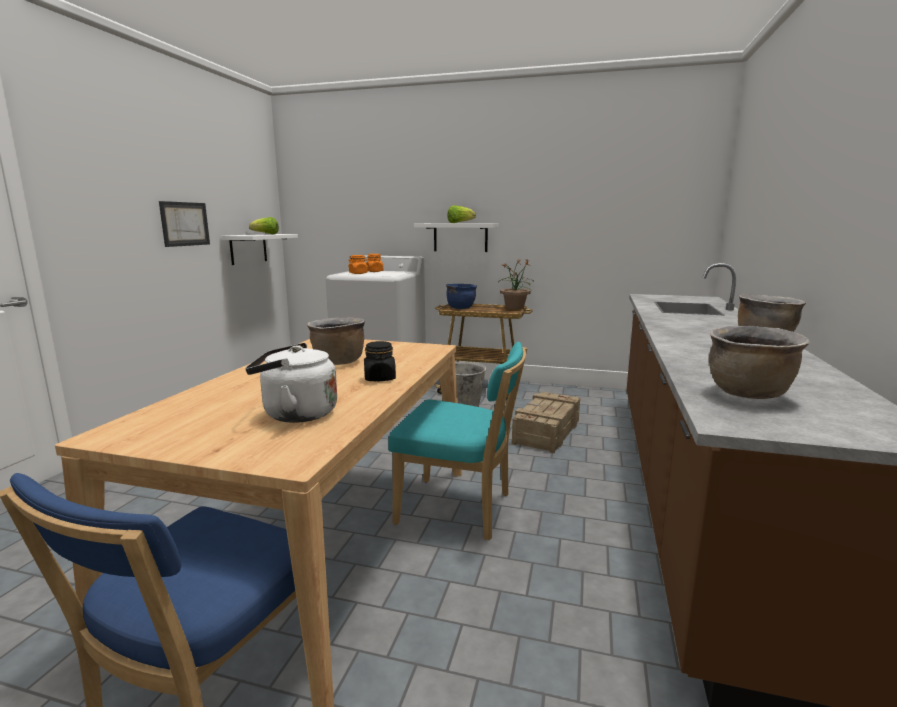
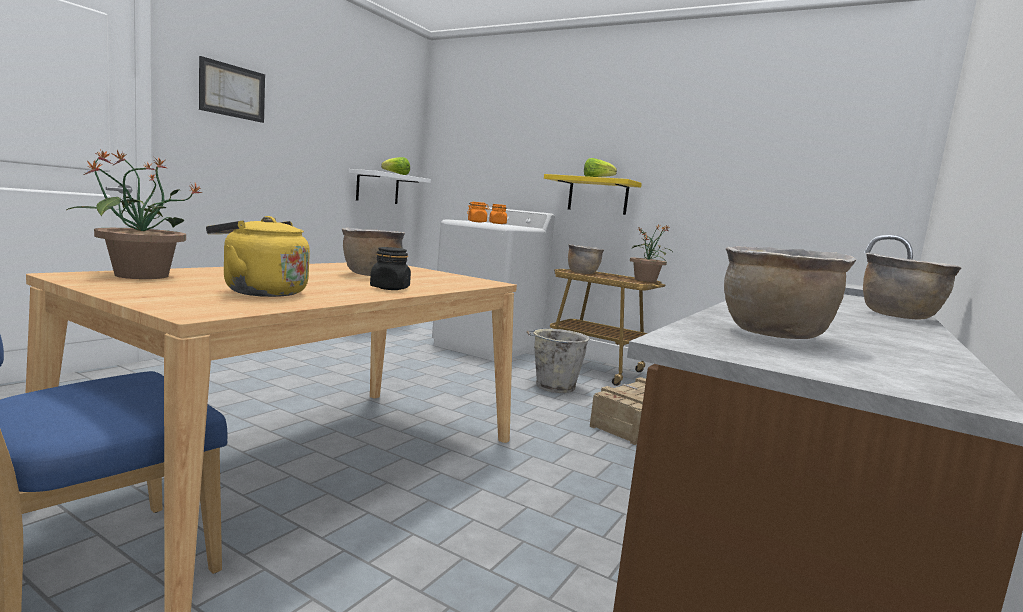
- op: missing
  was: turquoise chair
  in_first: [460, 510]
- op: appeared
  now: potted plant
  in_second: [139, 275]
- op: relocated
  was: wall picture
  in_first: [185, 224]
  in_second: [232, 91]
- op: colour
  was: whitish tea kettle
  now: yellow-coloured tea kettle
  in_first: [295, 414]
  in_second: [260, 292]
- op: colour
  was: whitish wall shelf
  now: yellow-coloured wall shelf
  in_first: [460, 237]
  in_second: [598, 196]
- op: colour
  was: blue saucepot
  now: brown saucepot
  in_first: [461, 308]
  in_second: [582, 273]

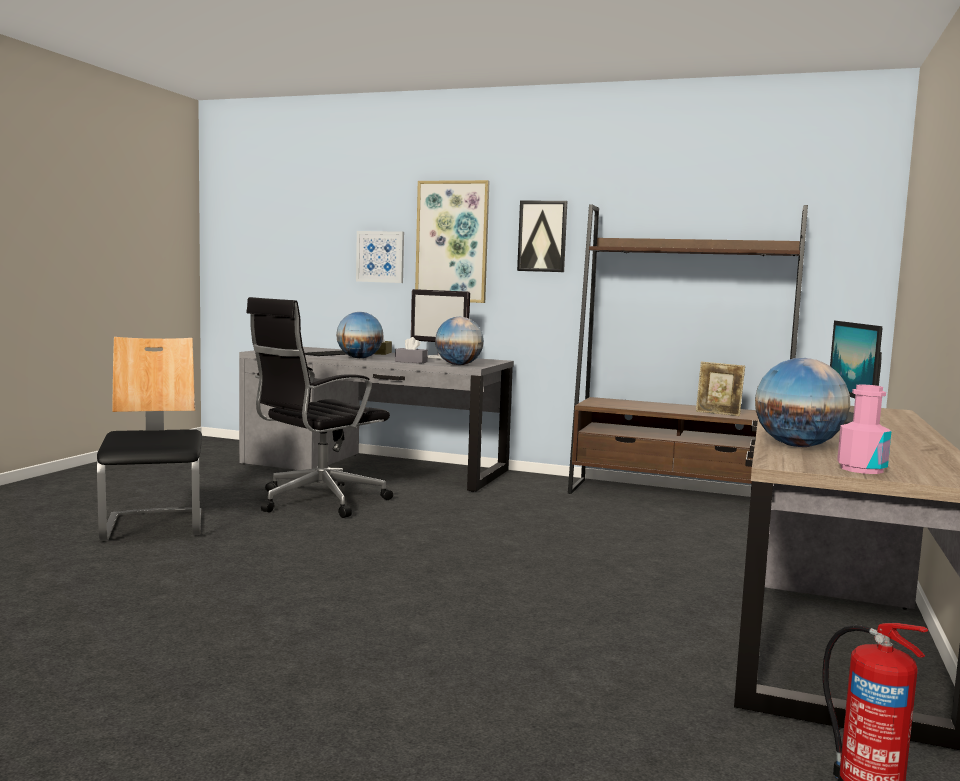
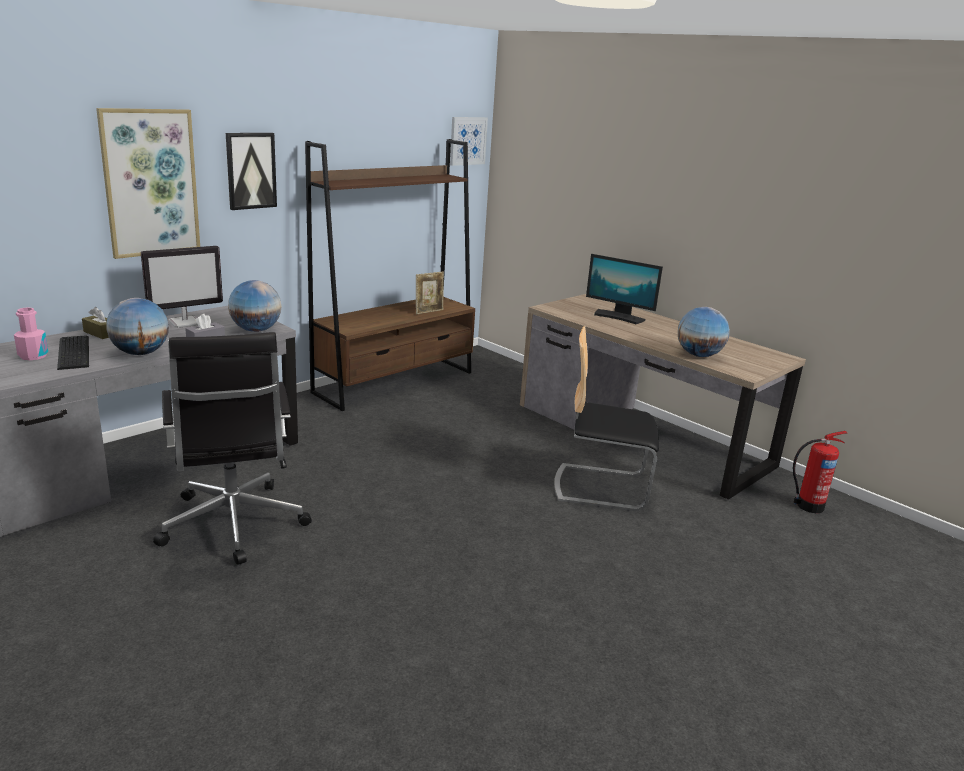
- op: relocated
  was: chair
  in_first: [154, 526]
  in_second: [601, 487]
- op: relocated
  was: wall picture
  in_first: [380, 257]
  in_second: [467, 141]
- op: relocated
  was: pinkish beverage bottle
  in_first: [861, 469]
  in_second: [33, 356]

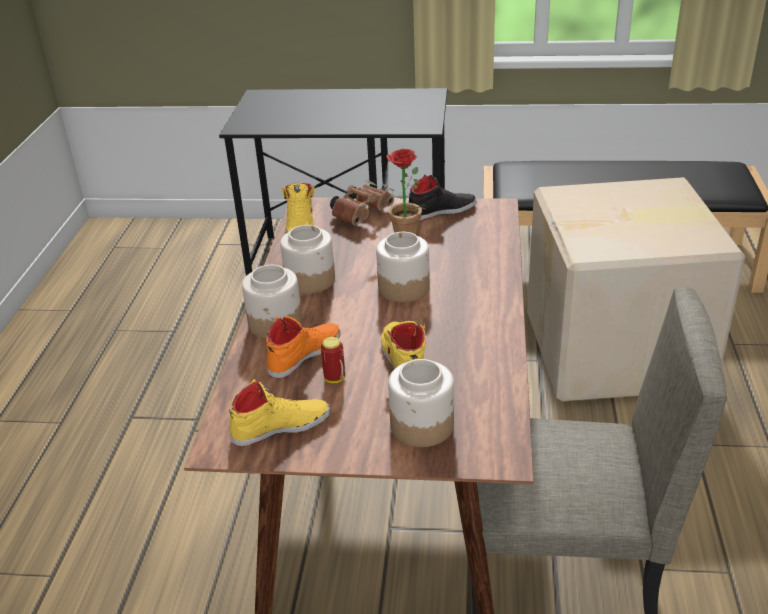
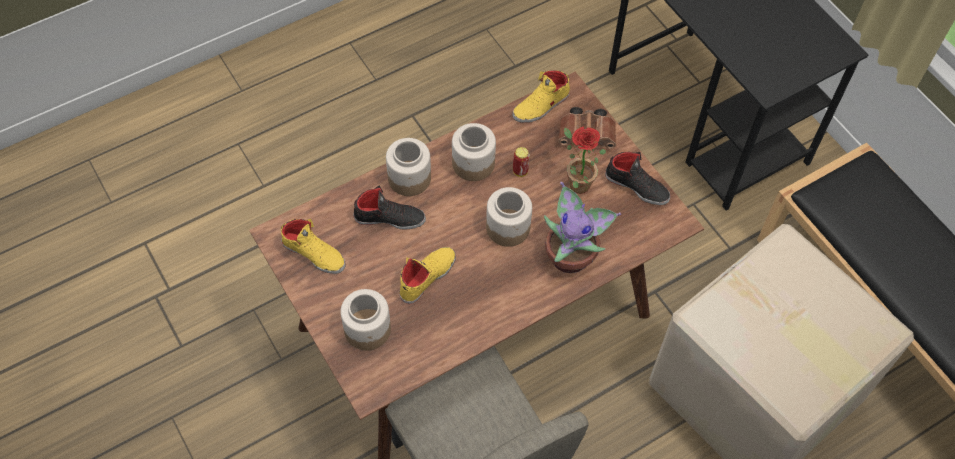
- op: appeared
  now: potted plant
  in_second: [571, 256]
- op: relocated
  was: can
  in_first: [334, 378]
  in_second: [520, 171]
- op: colour
  was: orange low shoe
  now: black low shoe
  in_first: [304, 354]
  in_second: [389, 218]

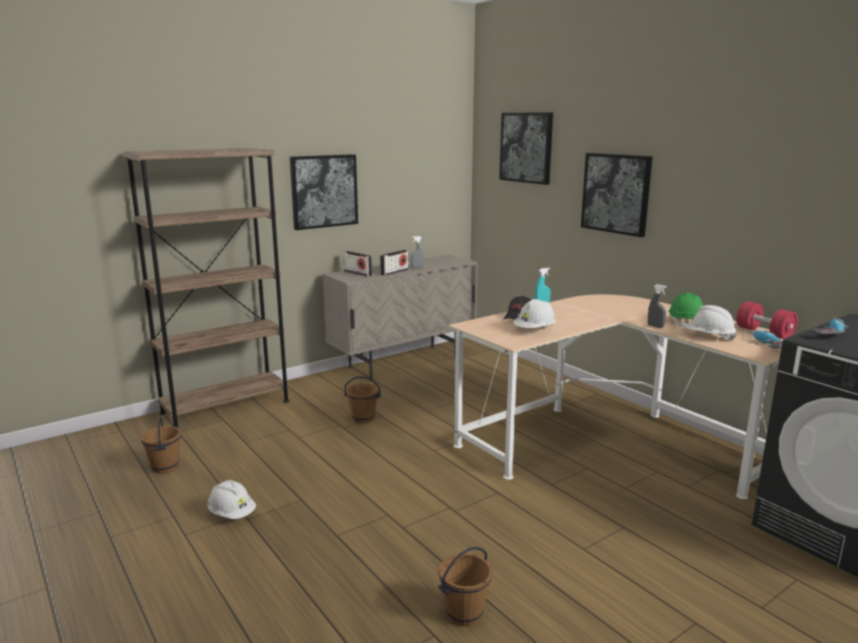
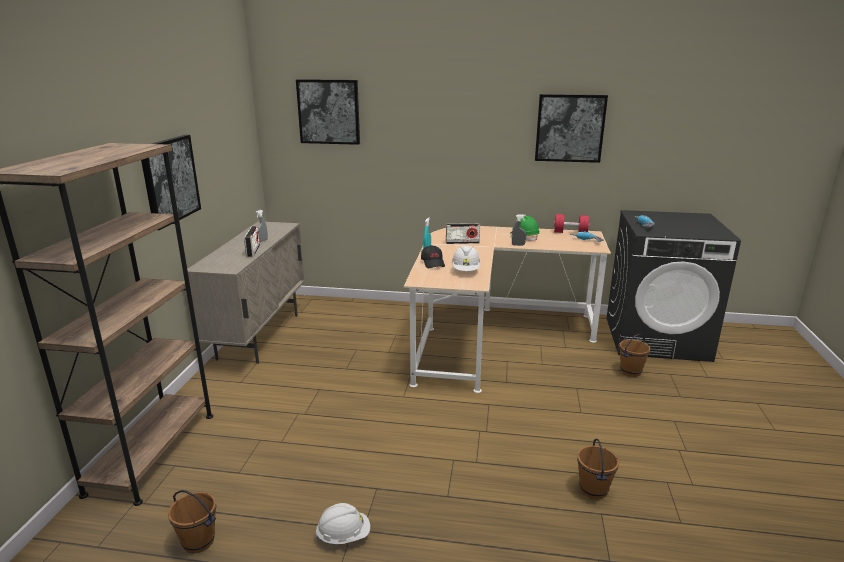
- op: missing
  was: whitish safety helmet
  in_first: [708, 337]
- op: relocated
  was: radio set
  in_first: [358, 273]
  in_second: [462, 242]
- op: relocated
  was: brown bucket
  in_first: [363, 418]
  in_second: [630, 371]
- op: relocated
  was: wall picture
  in_first: [616, 193]
  in_second: [569, 128]

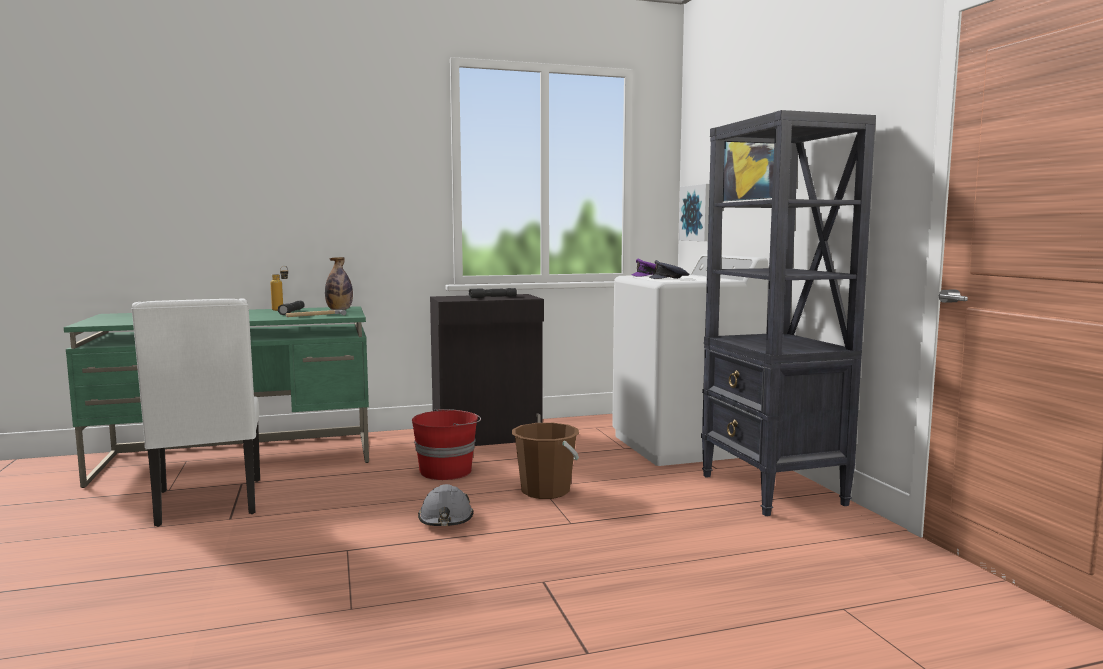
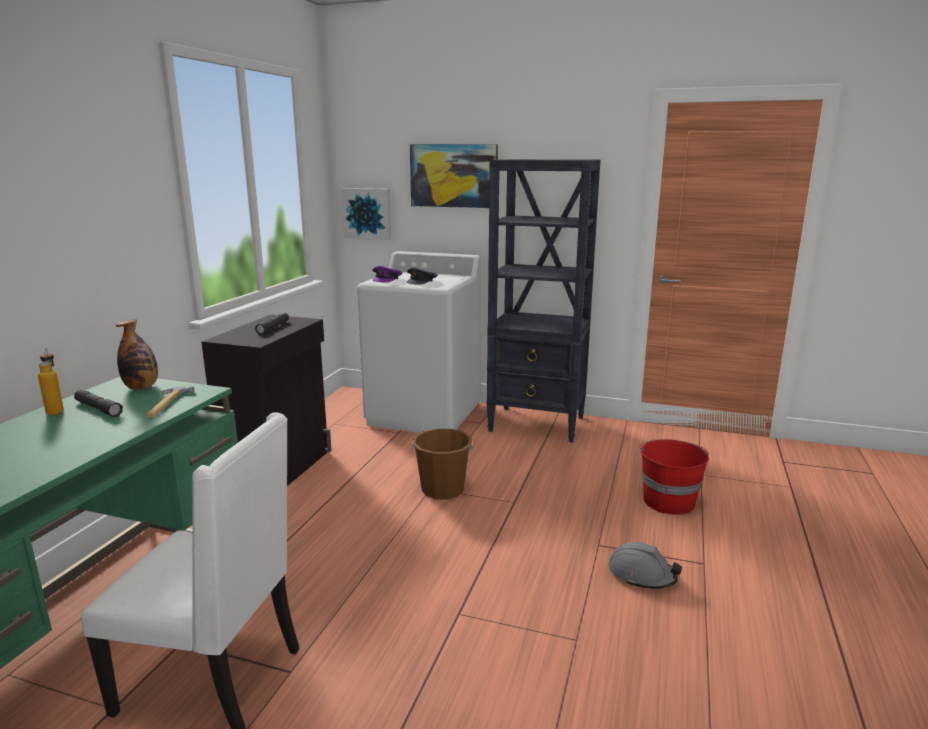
- op: relocated
  was: reddish bucket
  in_first: [447, 471]
  in_second: [668, 501]
- op: relocated
  was: grey safety helmet
  in_first: [446, 519]
  in_second: [642, 575]

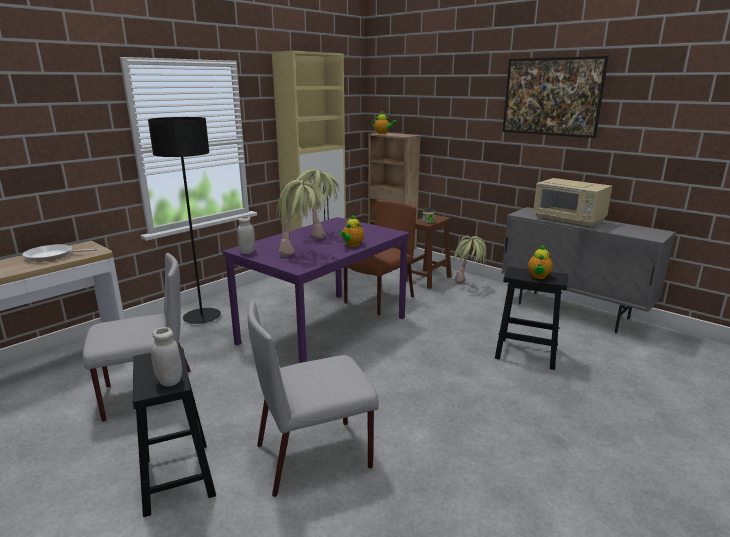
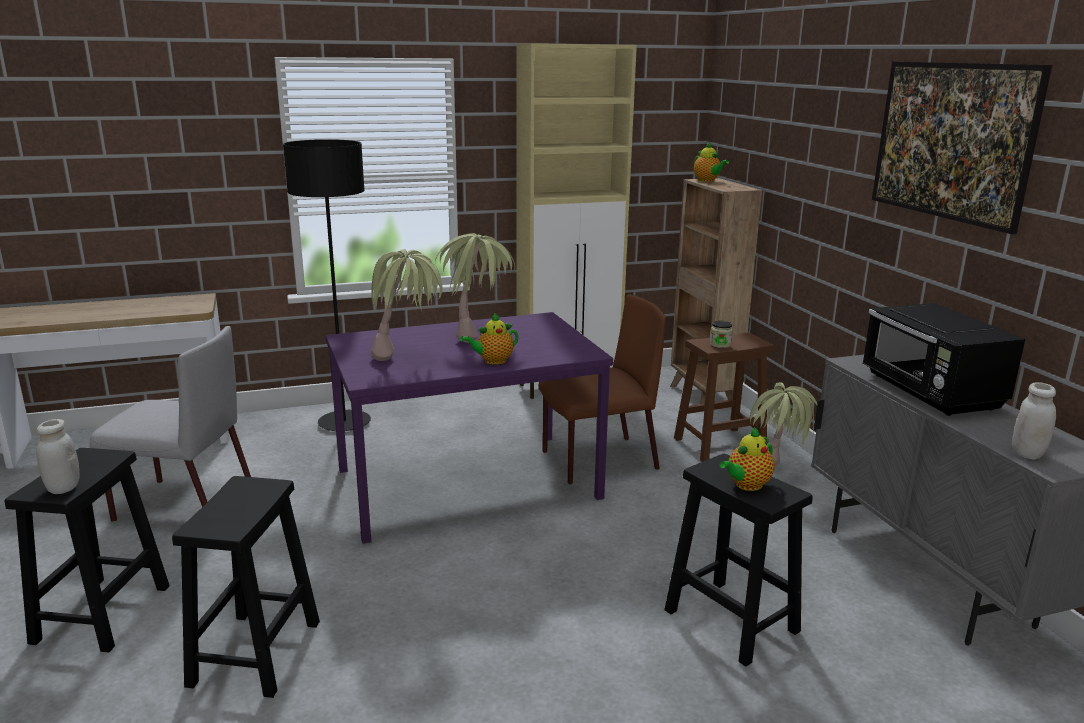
- op: missing
  was: frying pan
  in_first: [52, 256]
- op: relocated
  was: whitish storage jar
  in_first: [247, 252]
  in_second: [1027, 453]
- op: exchanged
  was: grey chair
  now: black stool seat
  in_first: [315, 455]
  in_second: [256, 651]
- op: colour
  was: sand-coloured microwave
  now: black microwave
  in_first: [569, 220]
  in_second: [930, 393]

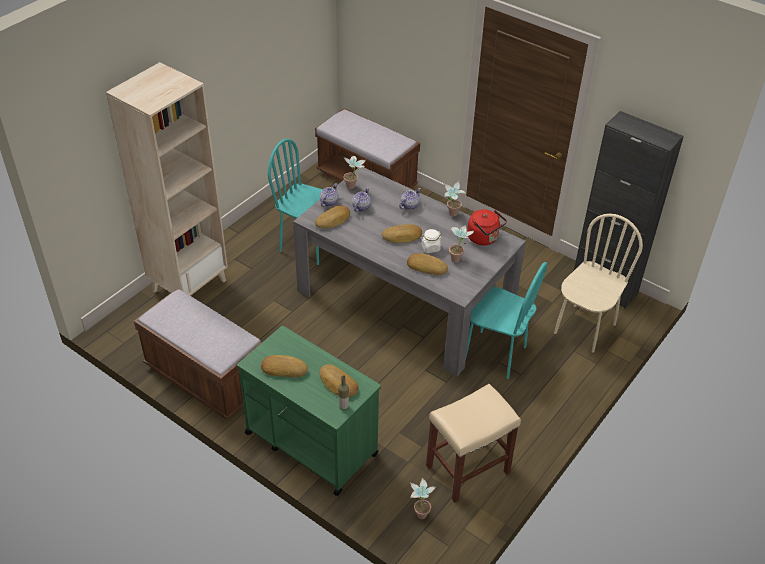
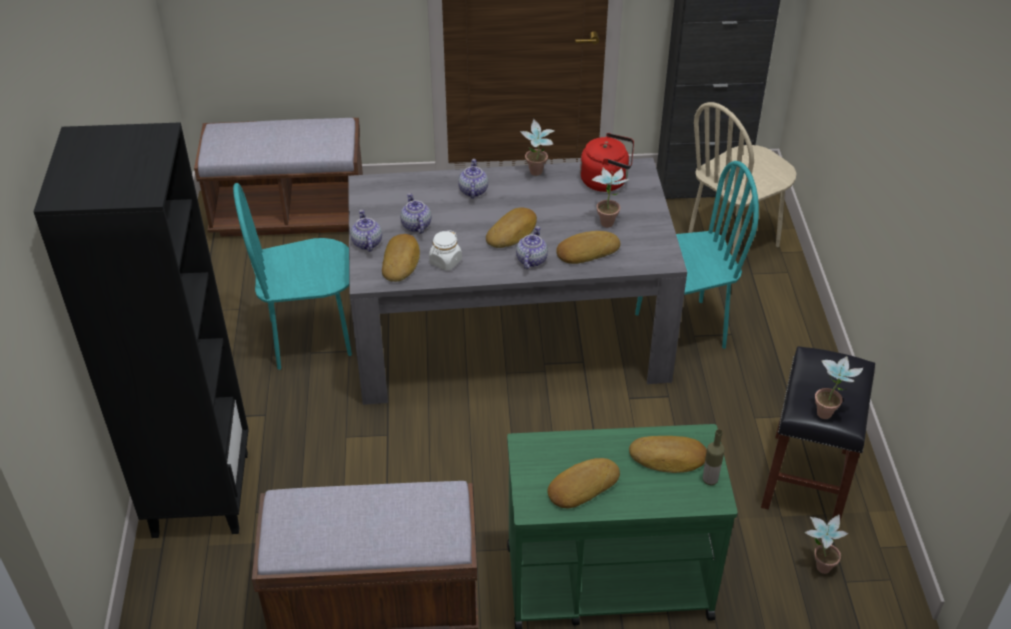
- op: appeared
  now: teapot
  in_second: [531, 259]
- op: relocated
  was: potted plant
  in_first: [353, 187]
  in_second: [829, 411]
- op: relocated
  was: whitish storage jar
  in_first: [430, 248]
  in_second: [445, 261]
- op: colour
  was: sand-coloured bookshelf
  now: black bookshelf
  in_first: [189, 285]
  in_second: [200, 493]
- op: colour
  was: sand-coloured stool seat
  now: black stool seat
  in_first: [467, 470]
  in_second: [806, 480]
- op: spun
  was: sand-coloured chair
  in_first: [584, 328]
  in_second: [733, 242]
  clockwise: -120

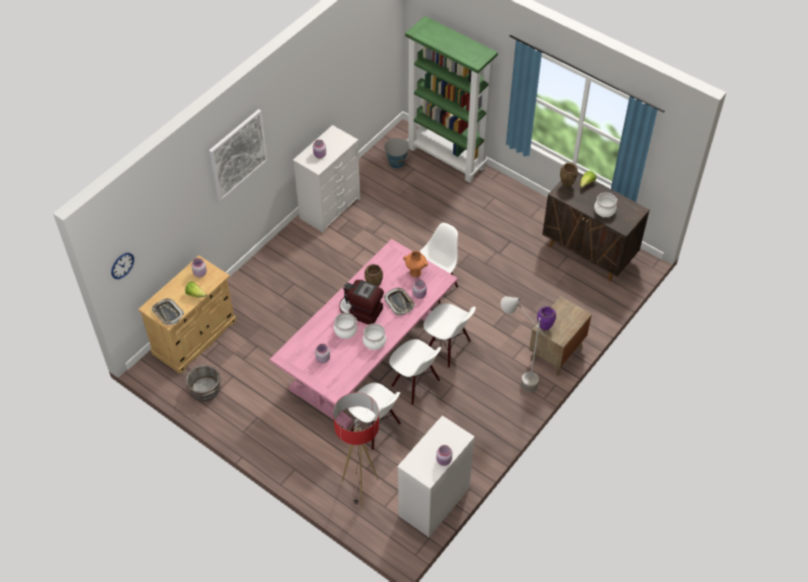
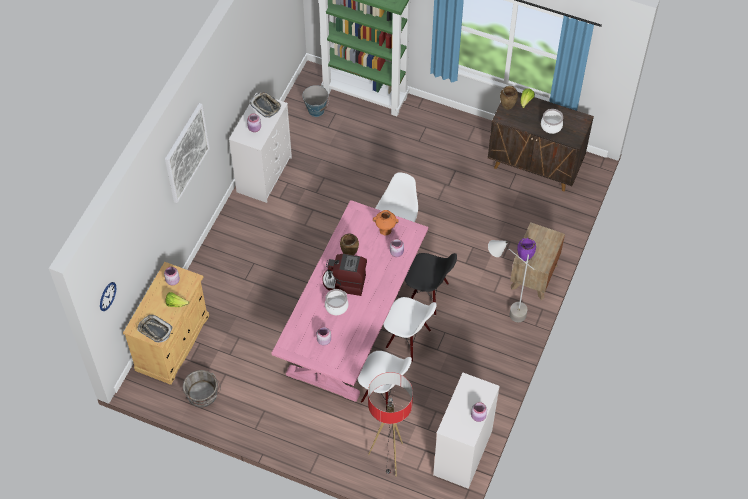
- op: missing
  was: saucepot
  in_first: [374, 341]
- op: relocated
  was: carrying tray
  in_first: [399, 303]
  in_second: [266, 106]
- op: colour
  was: whitish chair
  now: black chair
  in_first: [447, 347]
  in_second: [428, 295]

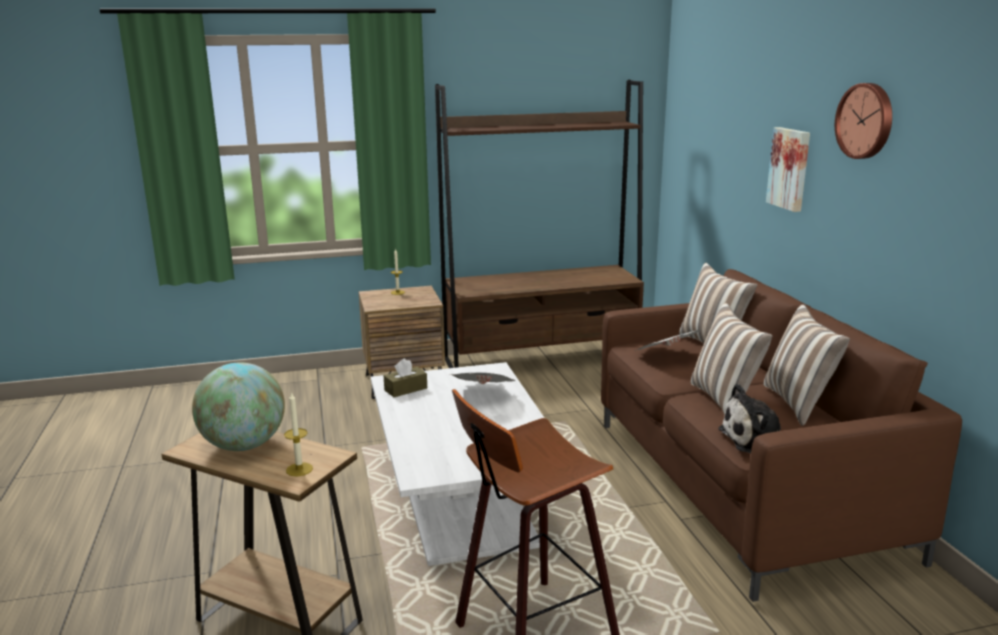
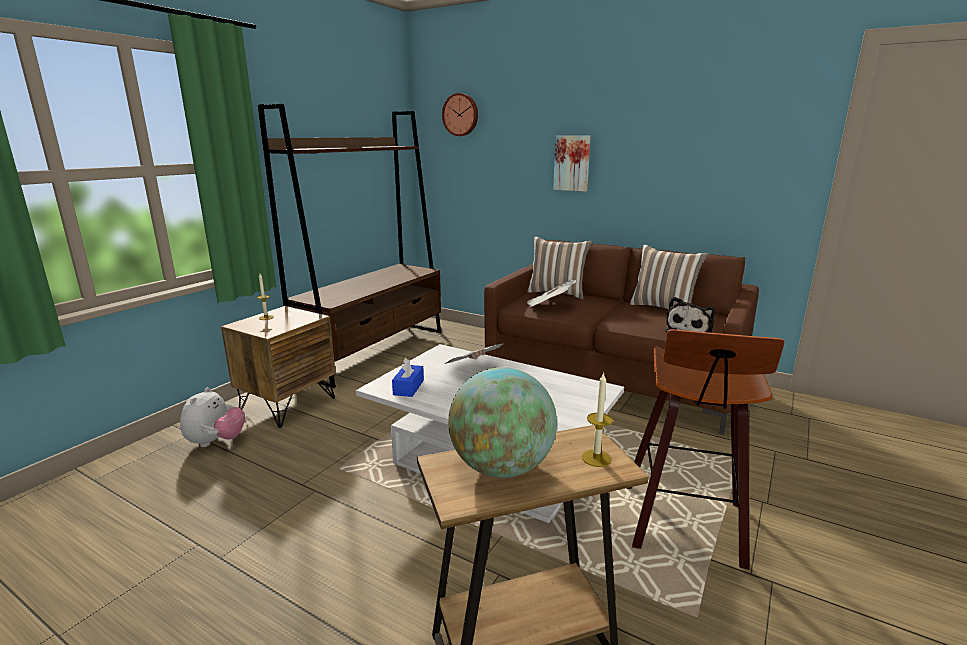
- op: missing
  was: cushion
  in_first: [725, 400]
- op: appeared
  now: cuddly toy
  in_second: [216, 442]
- op: relocated
  was: wall clock
  in_first: [866, 121]
  in_second: [461, 115]
- op: colour
  was: brown tissue holder
  now: blue tissue holder
  in_first: [406, 389]
  in_second: [408, 387]

